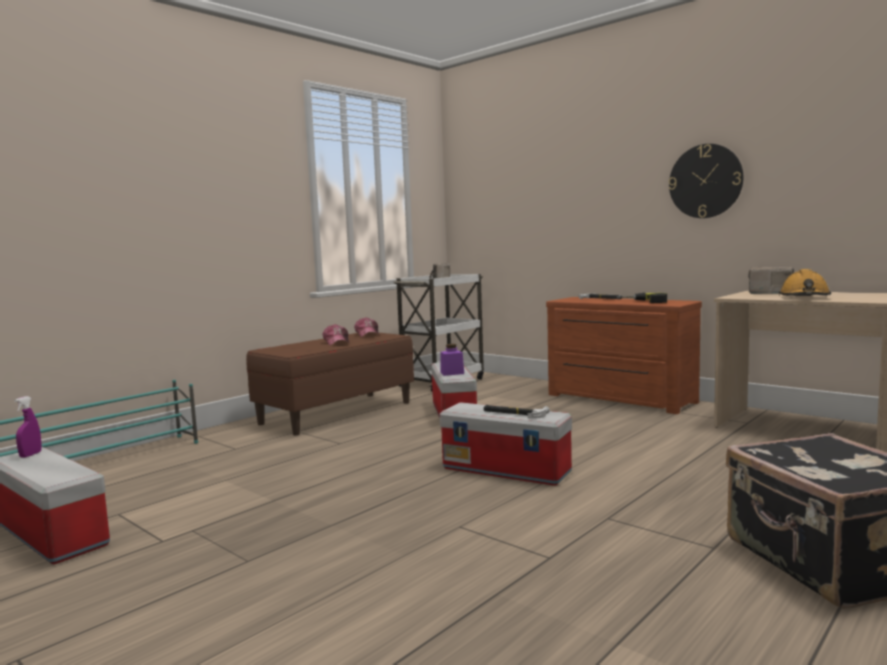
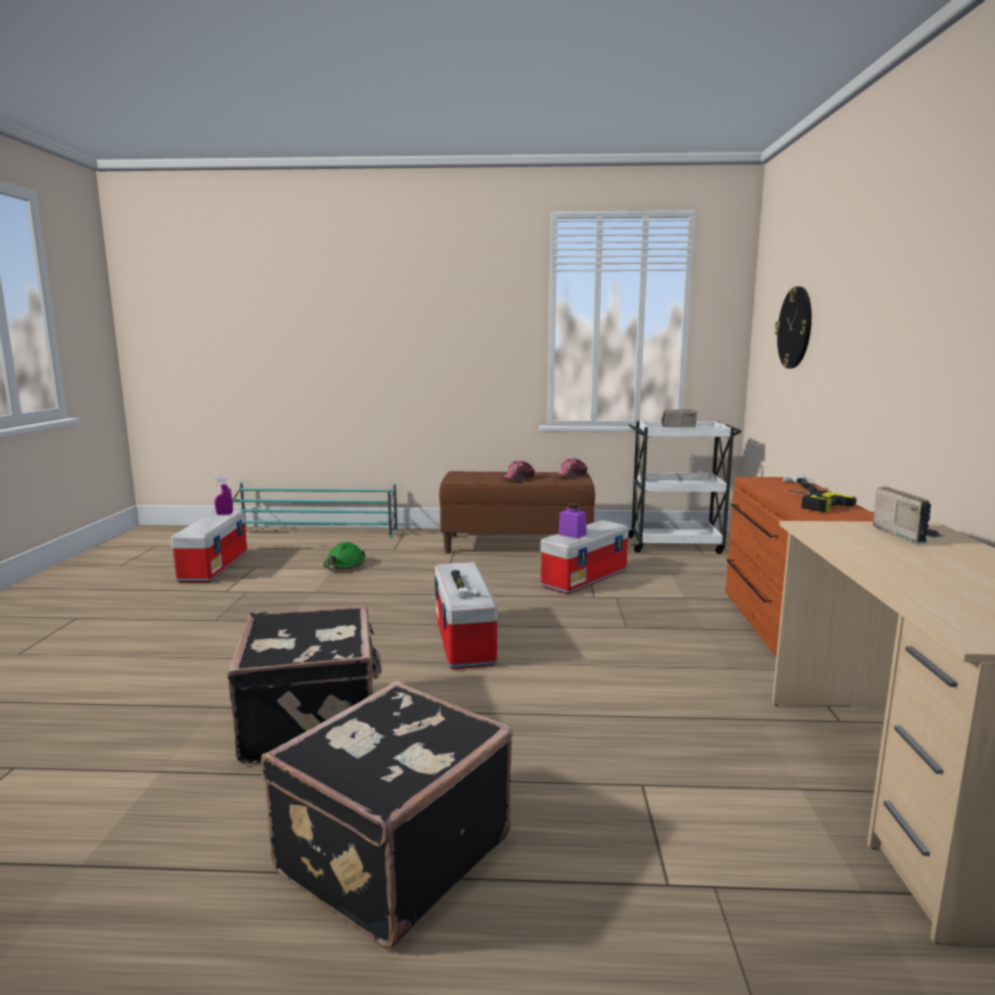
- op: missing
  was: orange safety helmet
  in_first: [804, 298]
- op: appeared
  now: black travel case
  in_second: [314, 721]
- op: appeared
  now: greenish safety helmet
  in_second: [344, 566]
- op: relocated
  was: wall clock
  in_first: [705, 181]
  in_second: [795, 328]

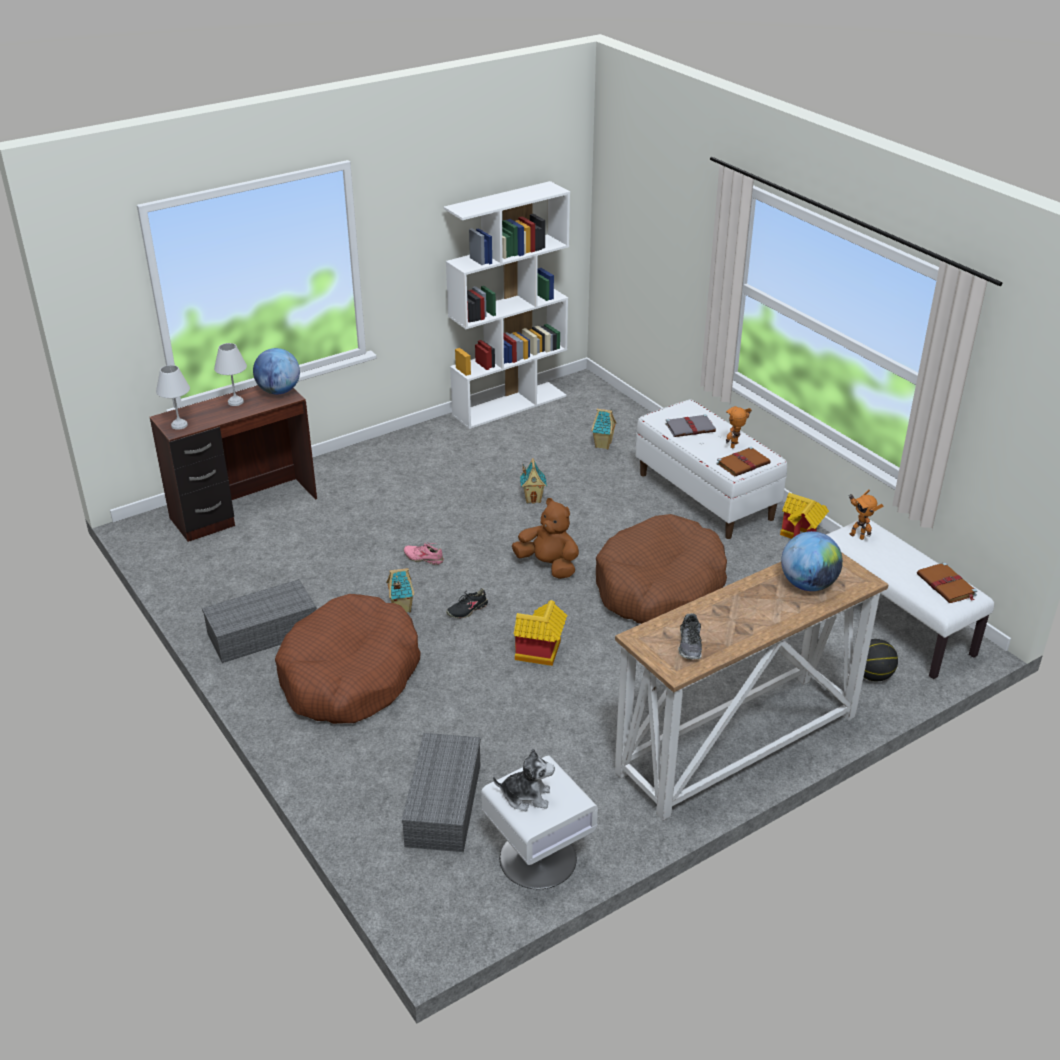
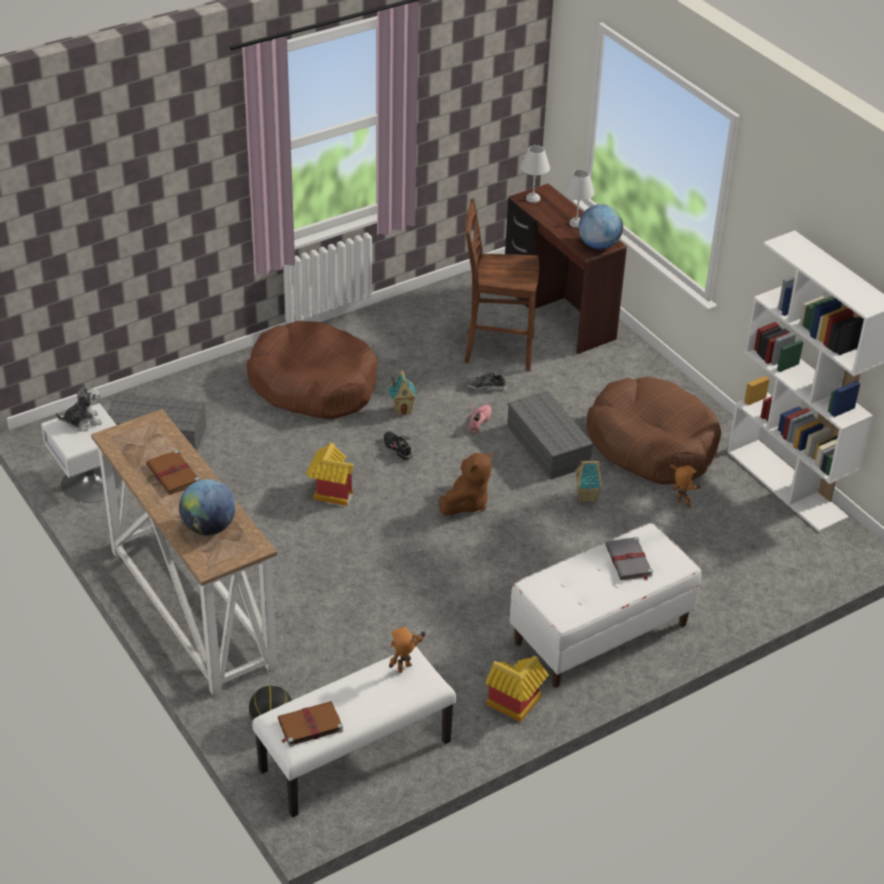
- op: missing
  was: toy house
  in_first: [603, 445]
- op: appeared
  now: brown chair
  in_second: [497, 350]
- op: relocated
  was: grey storage box
  in_first: [264, 632]
  in_second: [549, 446]
- op: relocated
  was: brown pet bed
  in_first: [659, 587]
  in_second: [651, 444]
- op: relocated
  was: low shoe
  in_first: [690, 645]
  in_second: [485, 386]
- op: relocated
  was: brown volume
  in_first: [743, 463]
  in_second: [173, 475]
- op: relocated
  was: robot figure
  in_first: [736, 446]
  in_second: [682, 505]
- op: spun
  was: cuddly toy
  in_first: [526, 796]
  in_second: [82, 422]
  clockwise: -120

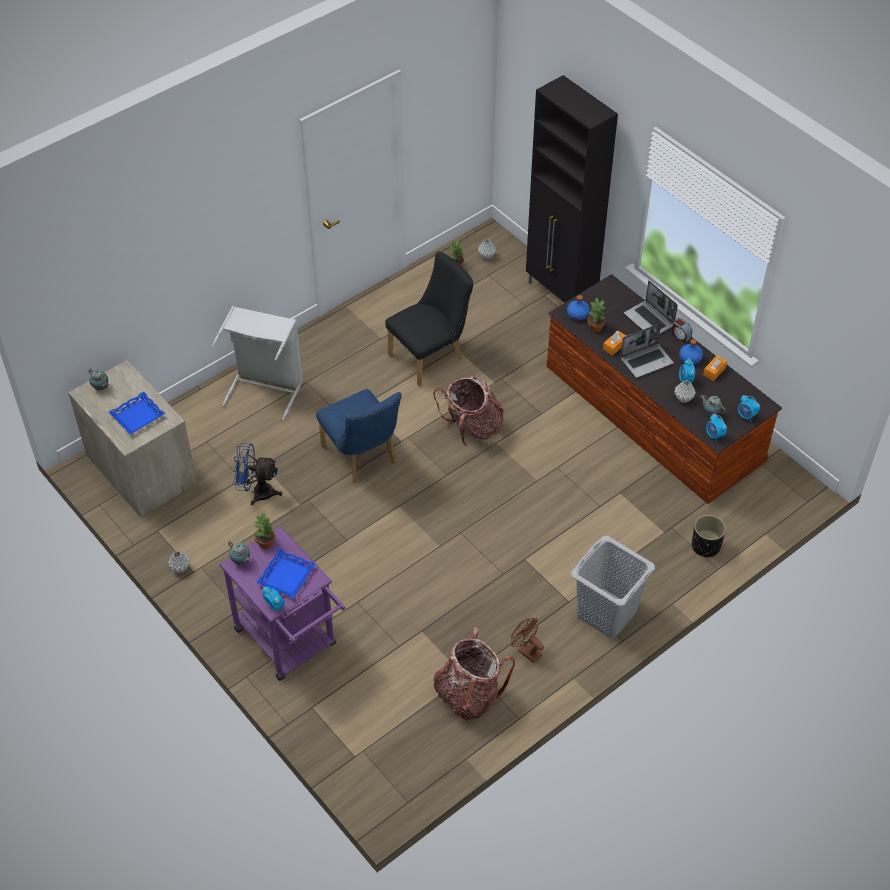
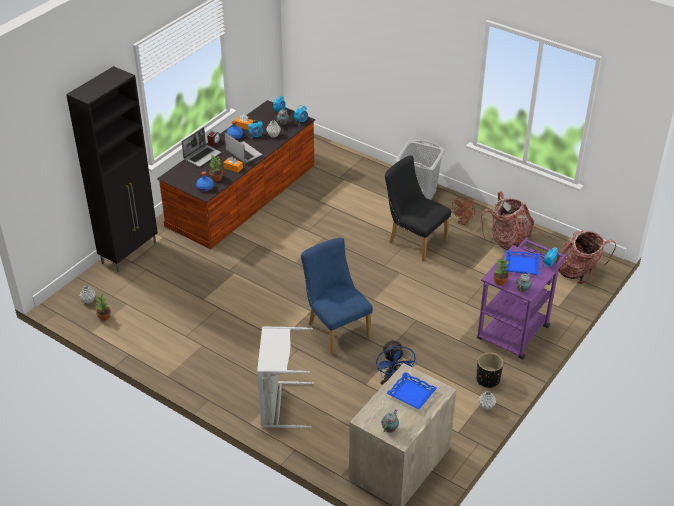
- op: relocated
  was: black chair
  in_first: [431, 355]
  in_second: [414, 240]
- op: relocated
  was: backpack
  in_first: [472, 427]
  in_second: [578, 271]
- op: relocated
  was: black planter
  in_first: [705, 546]
  in_second: [487, 380]
- op: spun
  was: blue chair
  in_first: [362, 458]
  in_second: [336, 328]
  clockwise: -75

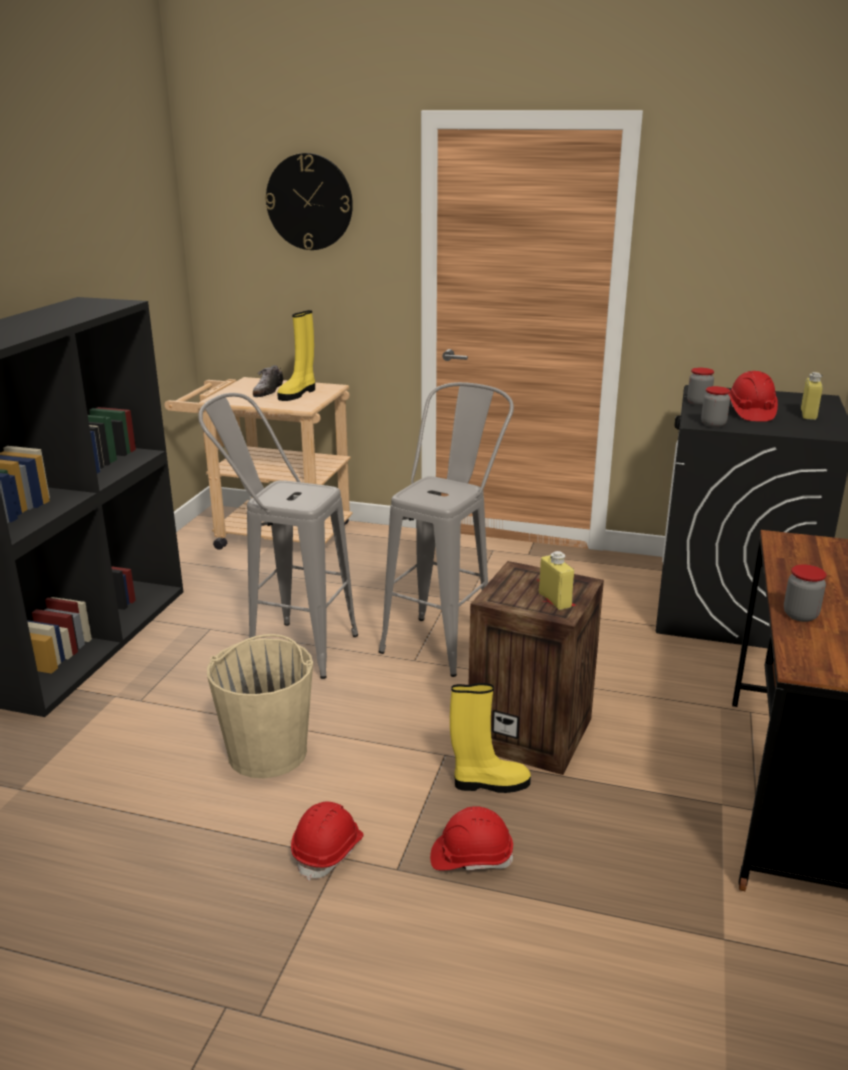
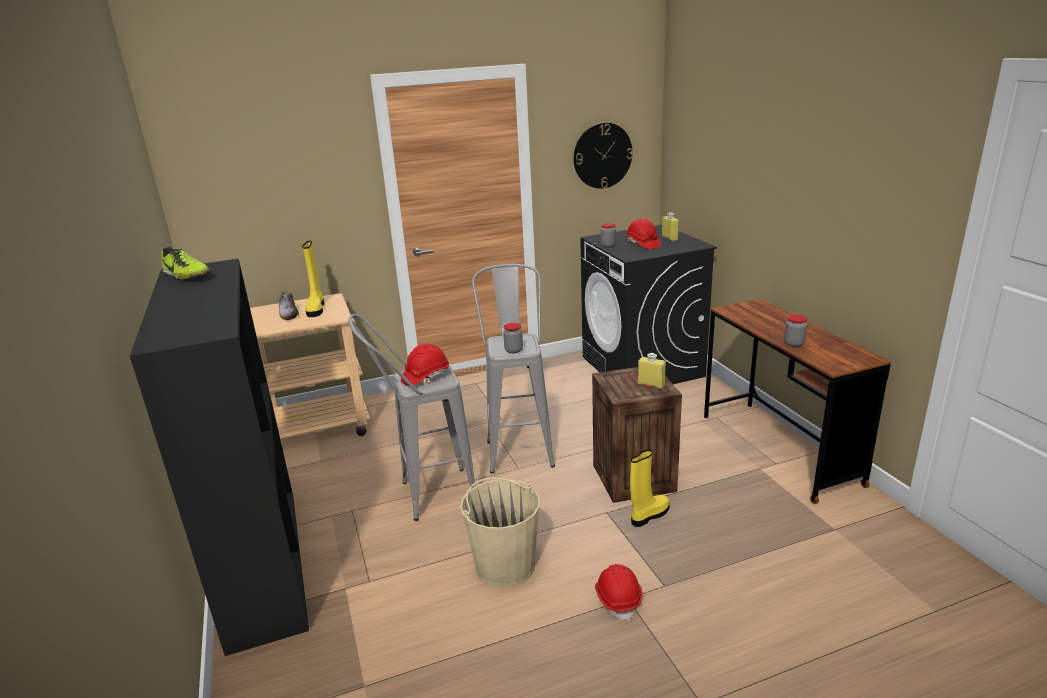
- op: appeared
  now: low shoe
  in_second: [186, 276]
- op: relocated
  was: wall clock
  in_first: [309, 202]
  in_second: [602, 155]
- op: relocated
  was: reddish safety helmet
  in_first: [471, 857]
  in_second: [425, 376]
- op: relocated
  was: storage jar
  in_first: [713, 424]
  in_second: [513, 350]

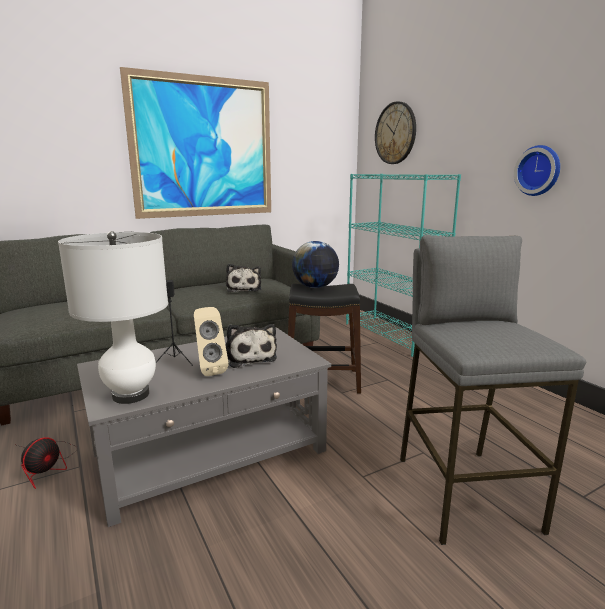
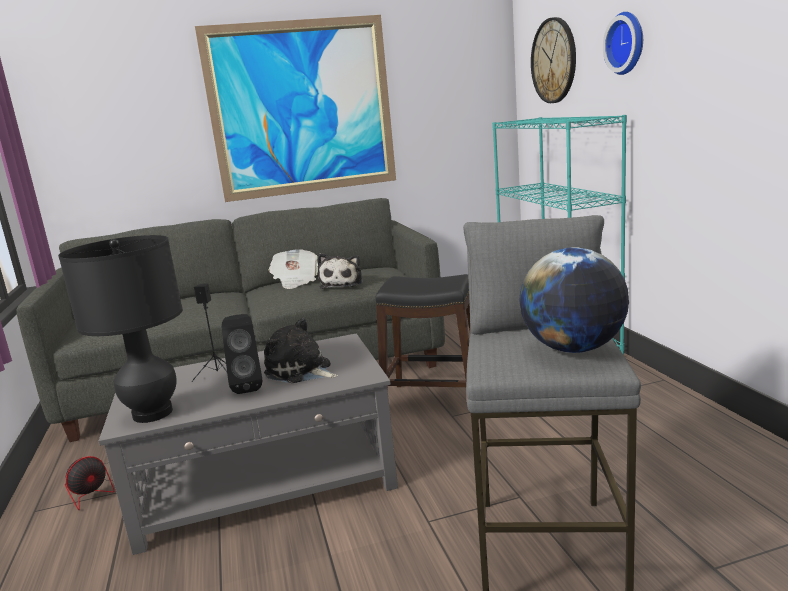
- op: appeared
  now: daily paper
  in_second: [295, 281]
- op: relocated
  was: world globe
  in_first: [315, 287]
  in_second: [573, 349]
- op: relocated
  was: wall clock
  in_first: [539, 170]
  in_second: [627, 43]
- op: colour
  was: whitish table lamp
  now: black table lamp
  in_first: [130, 395]
  in_second: [152, 413]
- op: colour
  was: sand-coloured audio speaker
  now: black audio speaker
  in_first: [209, 370]
  in_second: [248, 387]
- op: spun
  was: cuddly toy
  in_first: [249, 357]
  in_second: [301, 371]
  clockwise: 135

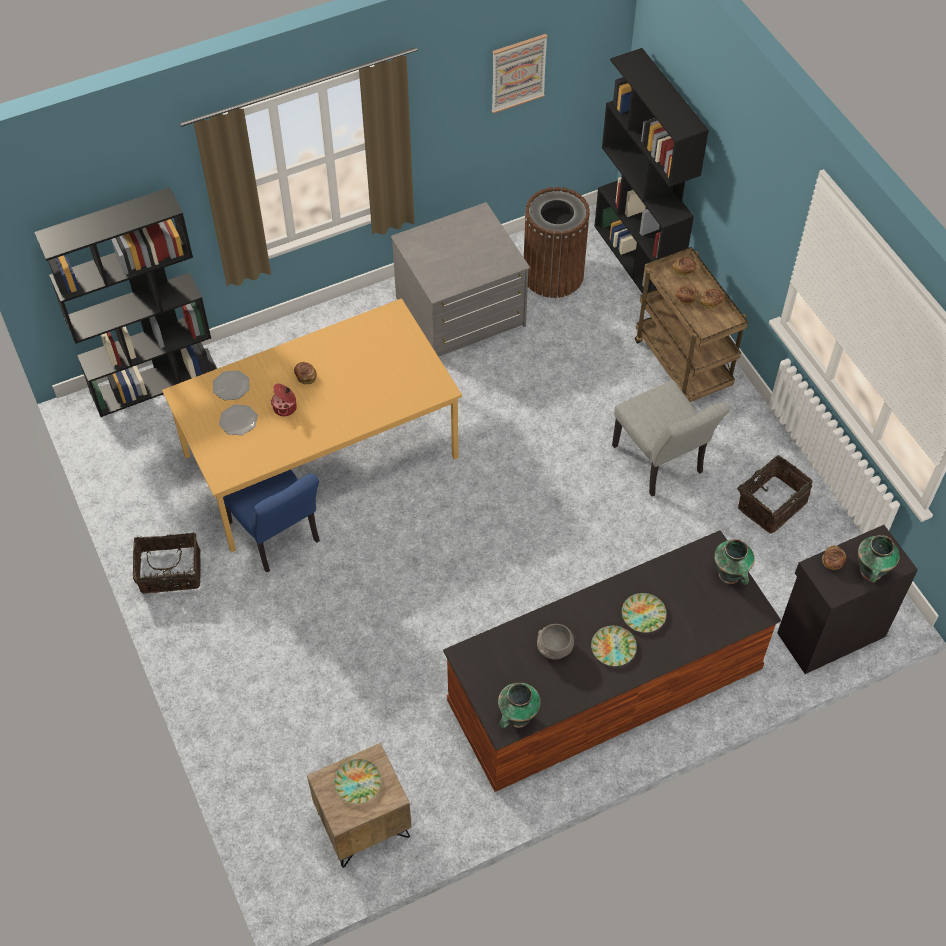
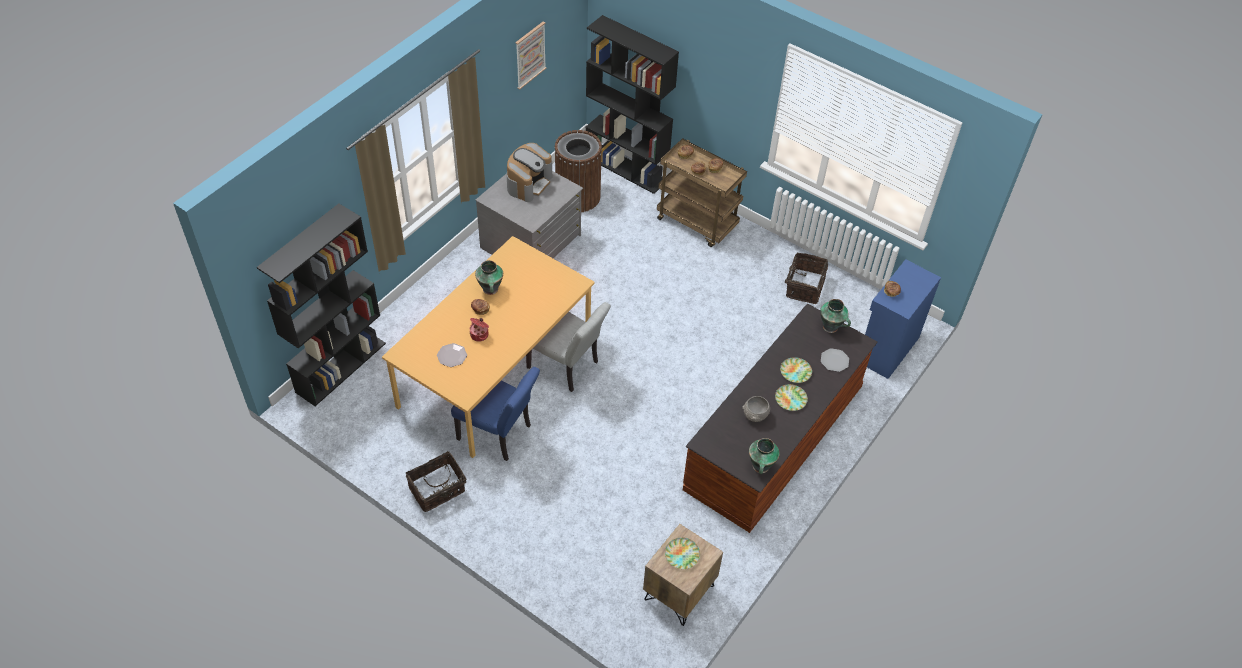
- op: appeared
  now: coffee machine
  in_second: [529, 183]
- op: relocated
  was: flat dish
  in_first: [231, 386]
  in_second: [834, 360]
- op: relocated
  was: grey chair
  in_first: [661, 464]
  in_second: [567, 367]
- op: relocated
  was: vase
  in_first: [871, 572]
  in_second: [490, 290]
- op: colour
  was: black storage cabinet
  now: blue storage cabinet
  in_first: [829, 633]
  in_second: [886, 349]

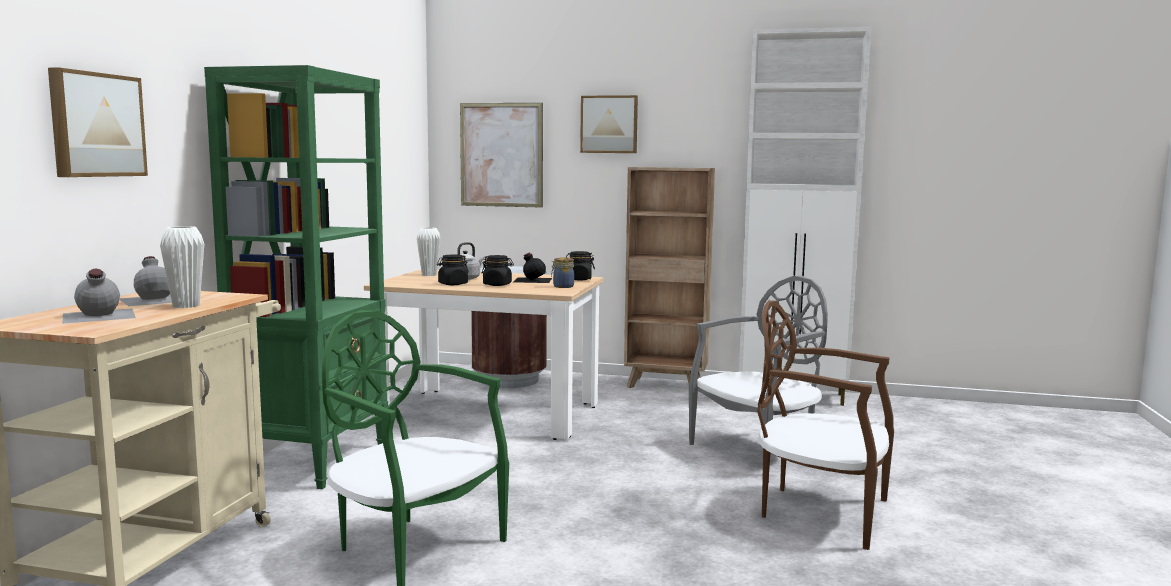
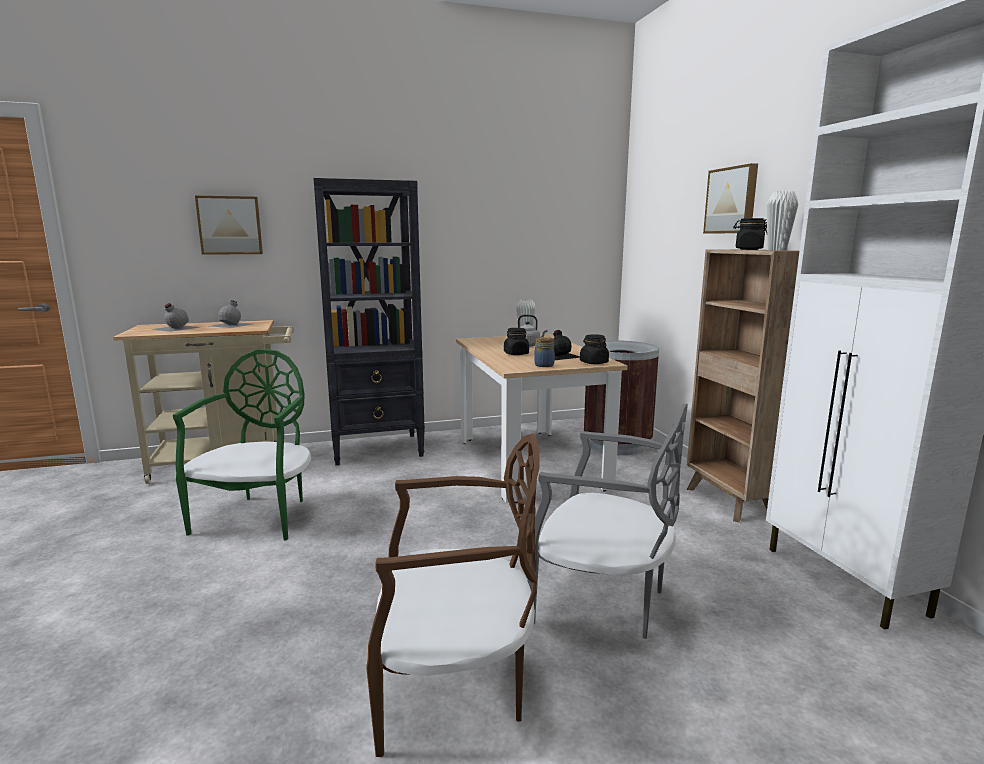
- op: missing
  was: wall picture
  in_first: [501, 155]
- op: relocated
  was: whitish vase
  in_first: [186, 306]
  in_second: [777, 250]
- op: relocated
  was: black storage jar
  in_first: [452, 284]
  in_second: [749, 249]
- op: colour
  was: greenish bookshelf
  now: black bookshelf
  in_first: [314, 461]
  in_second: [378, 449]
- op: spun
  was: brown chair
  in_first: [820, 512]
  in_second: [454, 685]
  clockwise: 90

